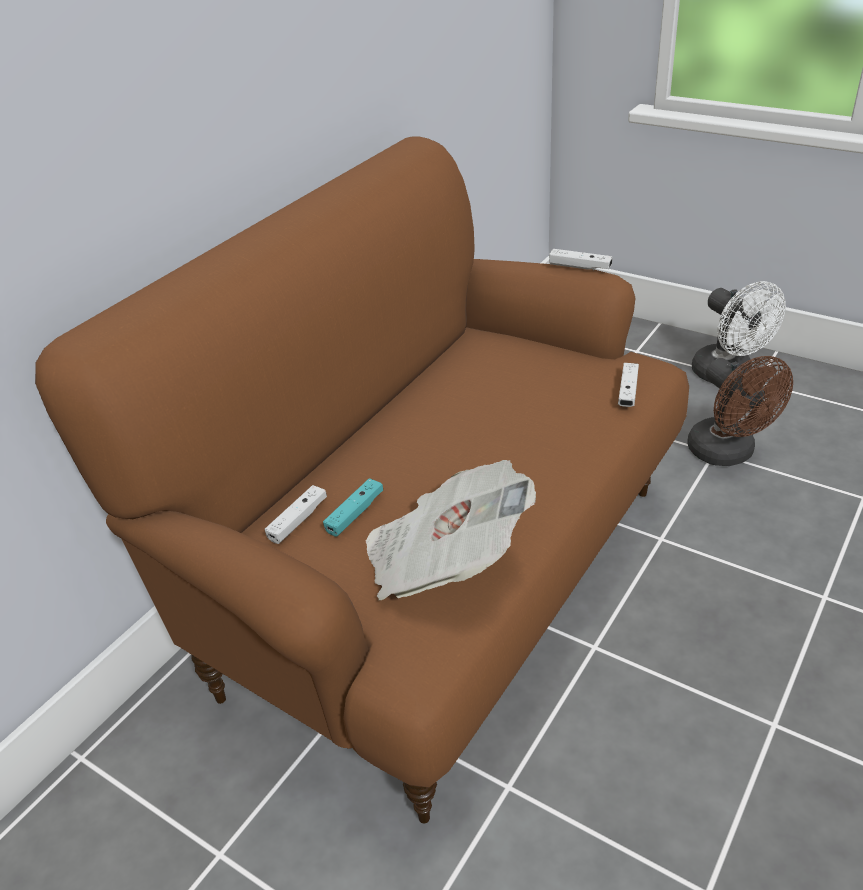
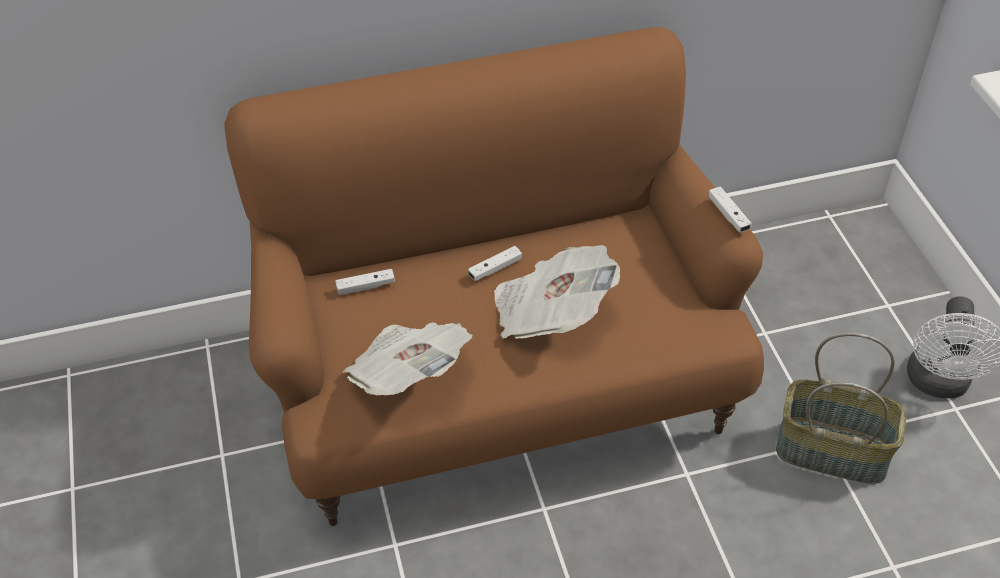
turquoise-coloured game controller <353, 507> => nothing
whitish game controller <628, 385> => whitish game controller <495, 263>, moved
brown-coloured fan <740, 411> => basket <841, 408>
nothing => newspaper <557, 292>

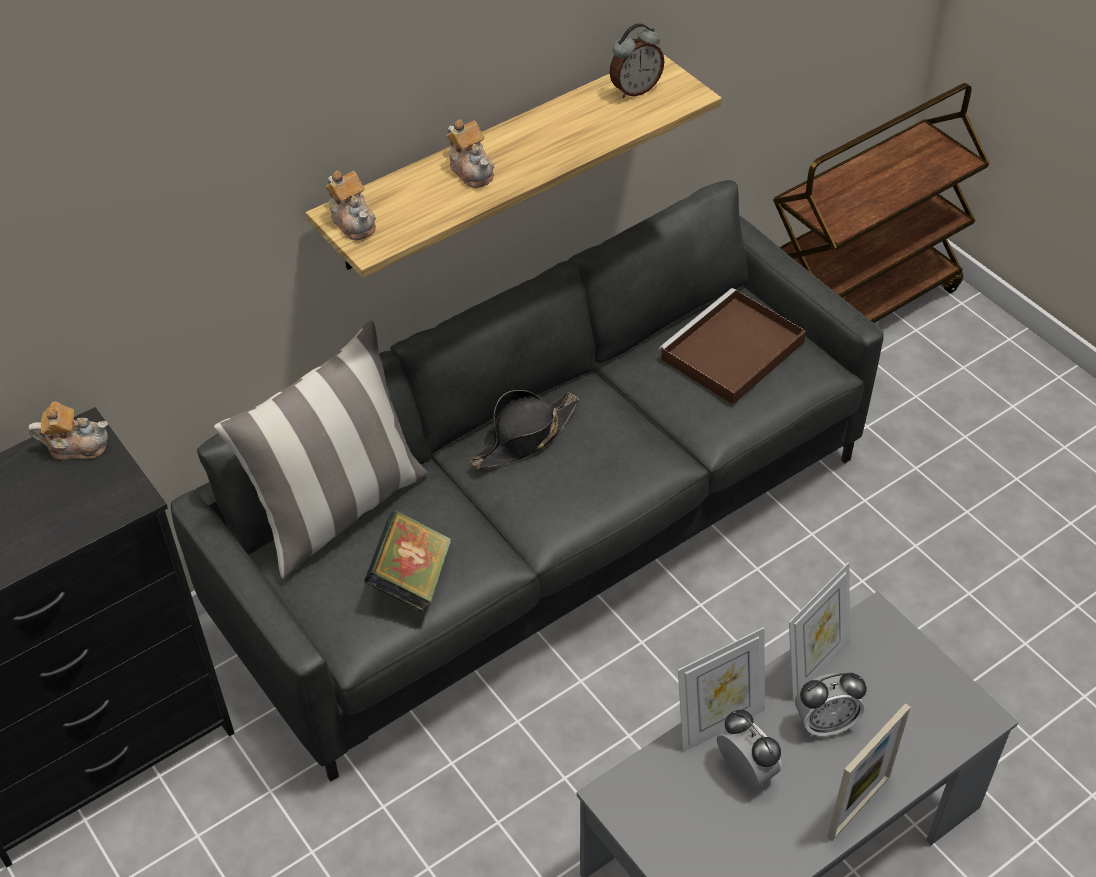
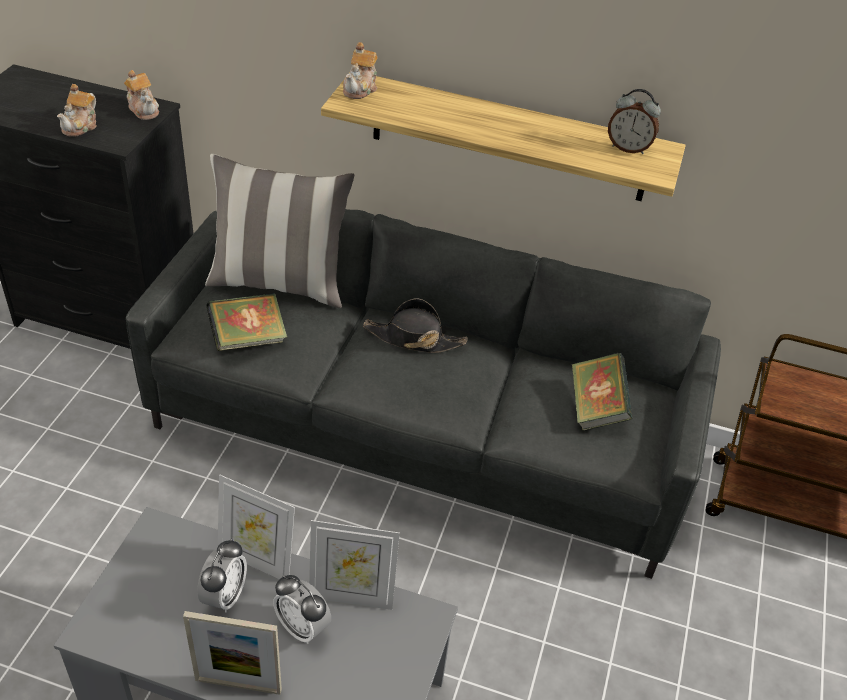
tea pot <470, 153> => tea pot <77, 110>, moved
brown-coloured carrying tray <732, 346> => bound book <602, 392>

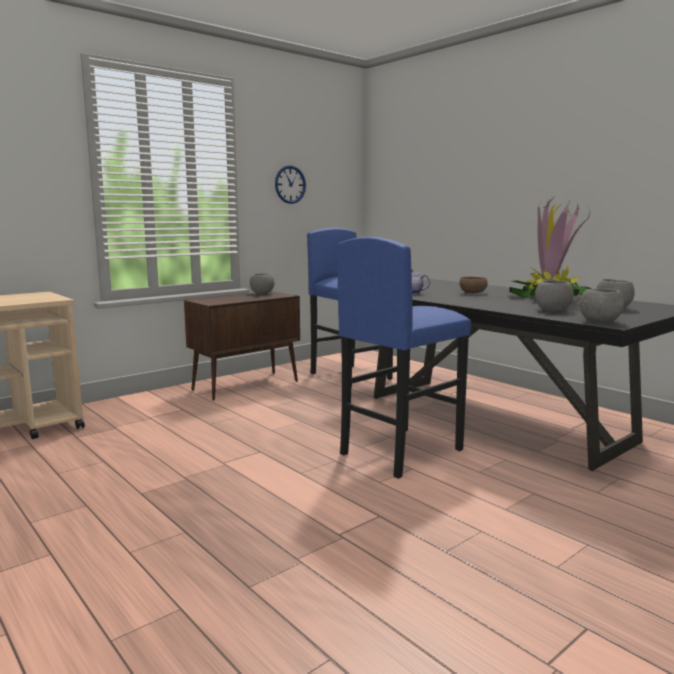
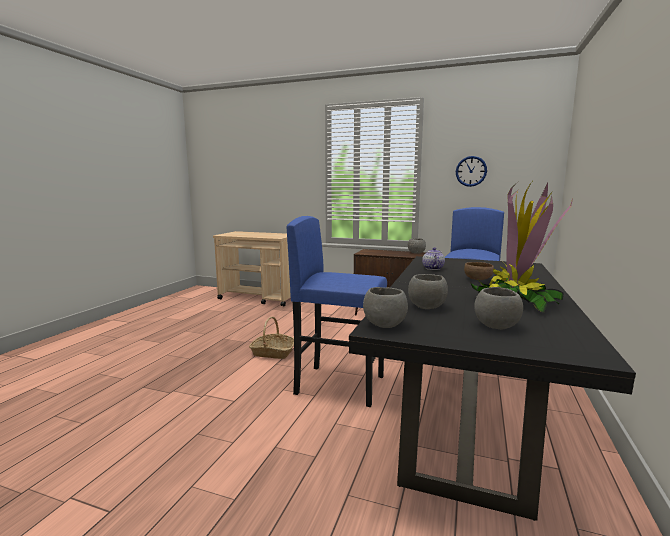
nothing => basket <271, 338>

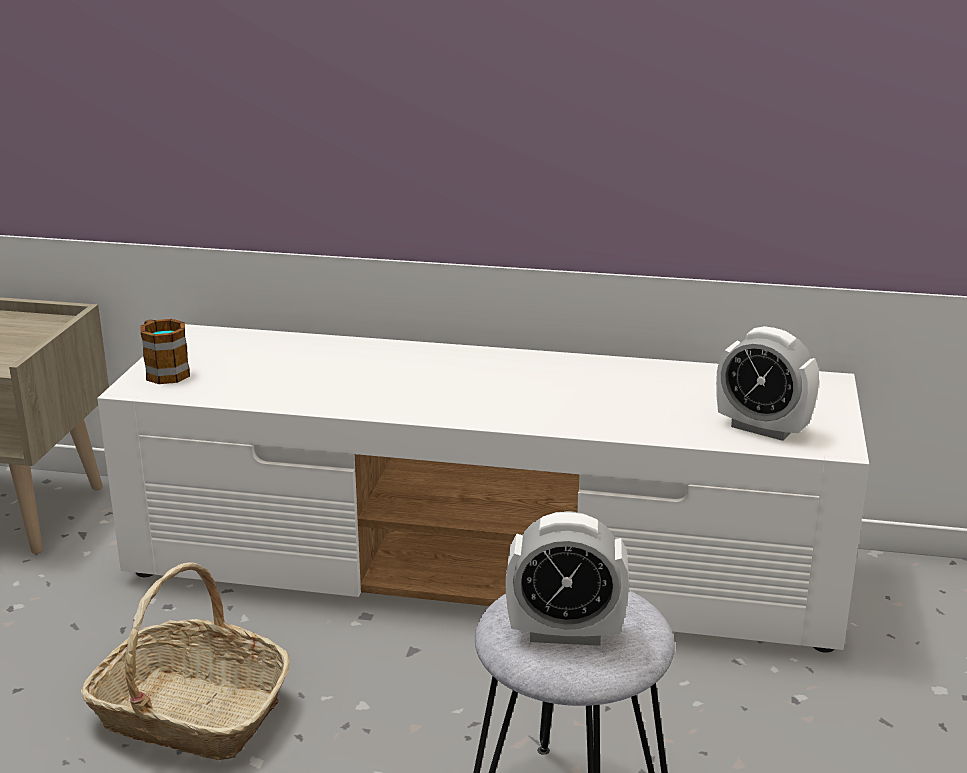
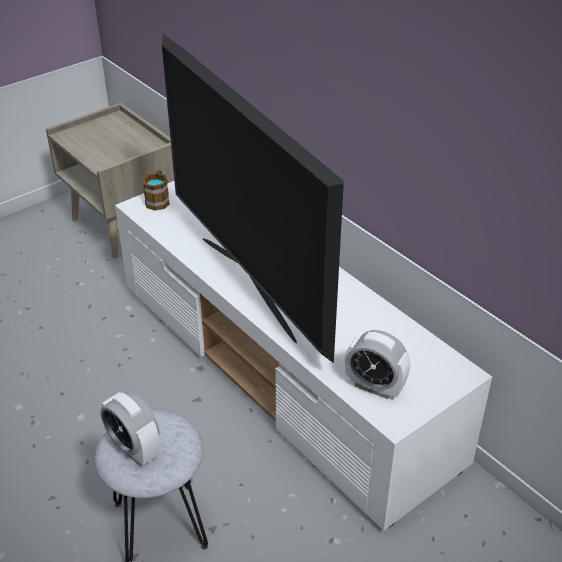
basket <185, 661> => nothing
alarm clock <767, 383> => alarm clock <377, 364>, 45 degrees counterclockwise
nothing => television <253, 198>

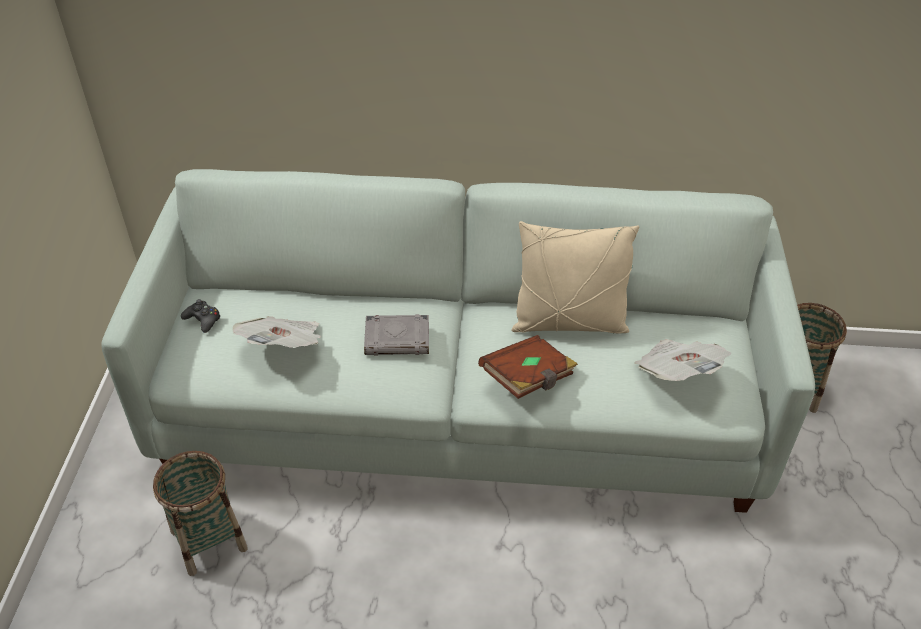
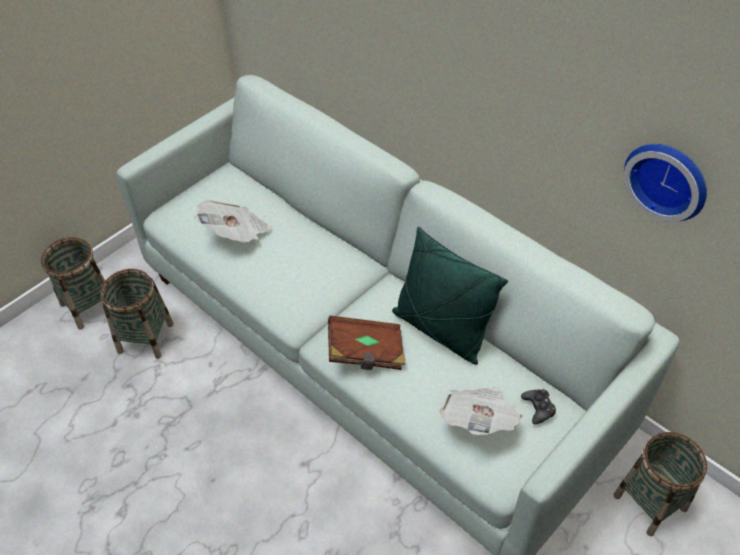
black game controller <200, 316> => black game controller <538, 407>, moved
greyish bound book <396, 335> => nothing
beige-coloured cushion <575, 277> => greenish cushion <450, 296>
nothing => basket <73, 283>
nothing => hanging clock <665, 183>

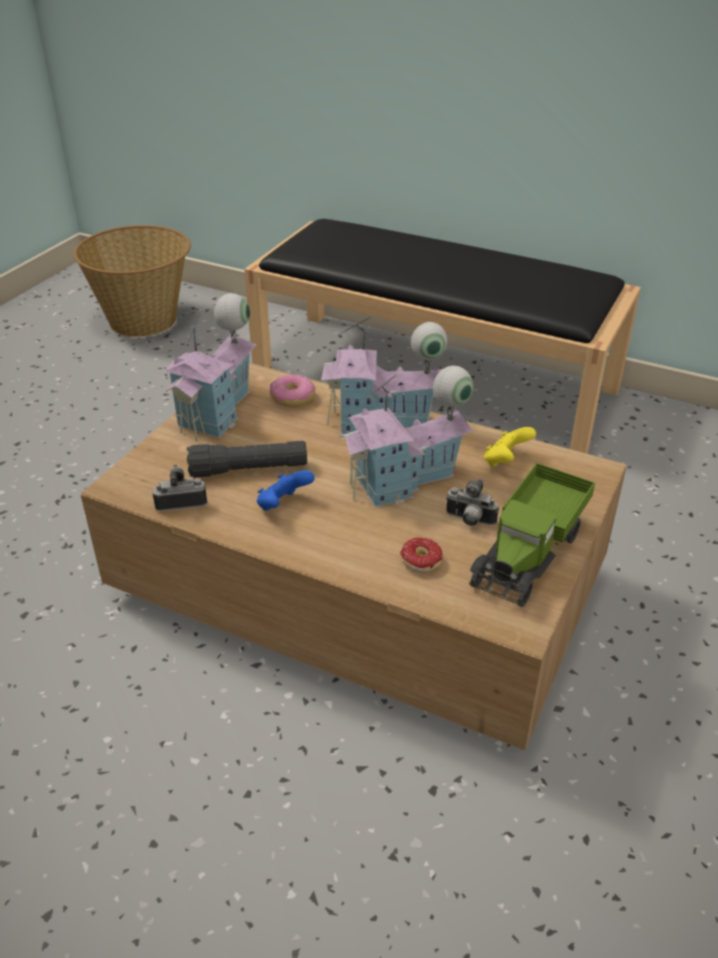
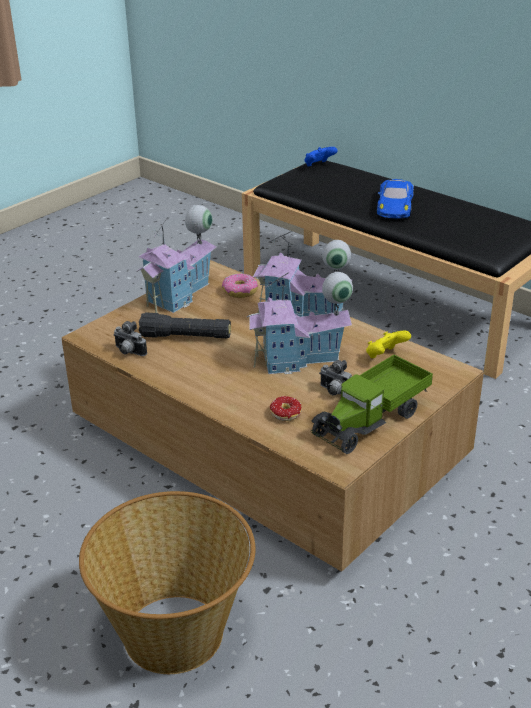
basket <132, 281> => basket <167, 582>, moved
photo camera <179, 487> => photo camera <130, 338>, 150 degrees counterclockwise
blue game controller <286, 490> => blue game controller <320, 157>, moved
nothing => blue model car <395, 199>

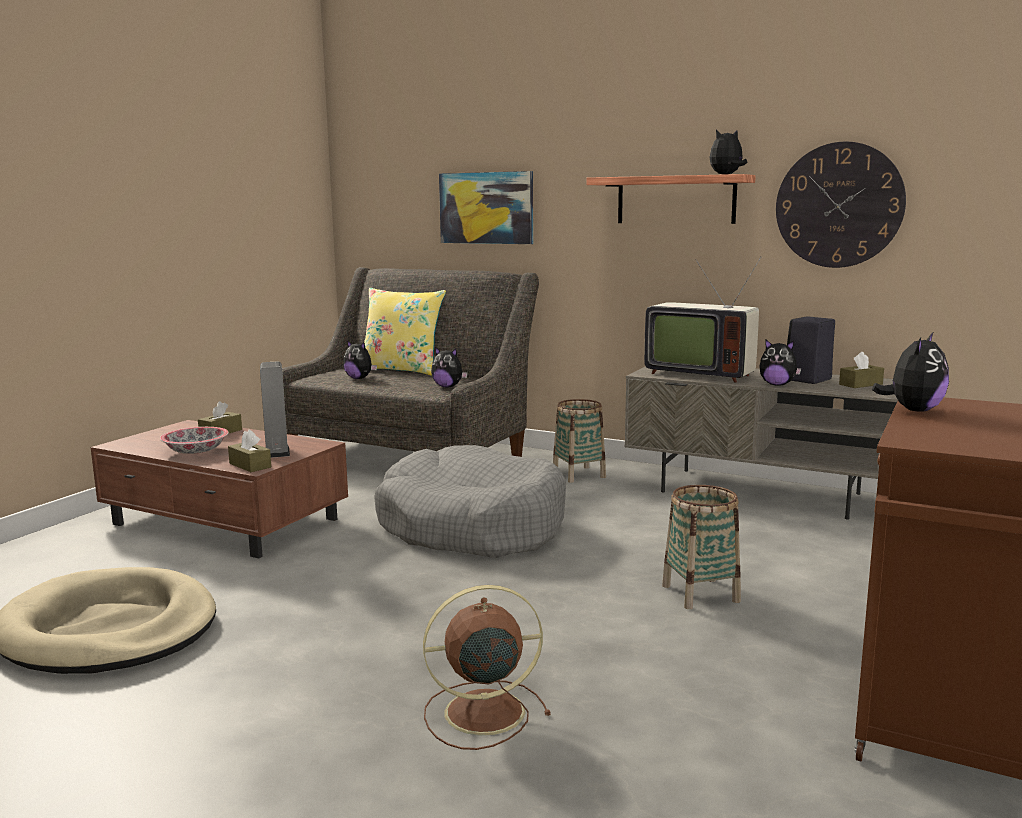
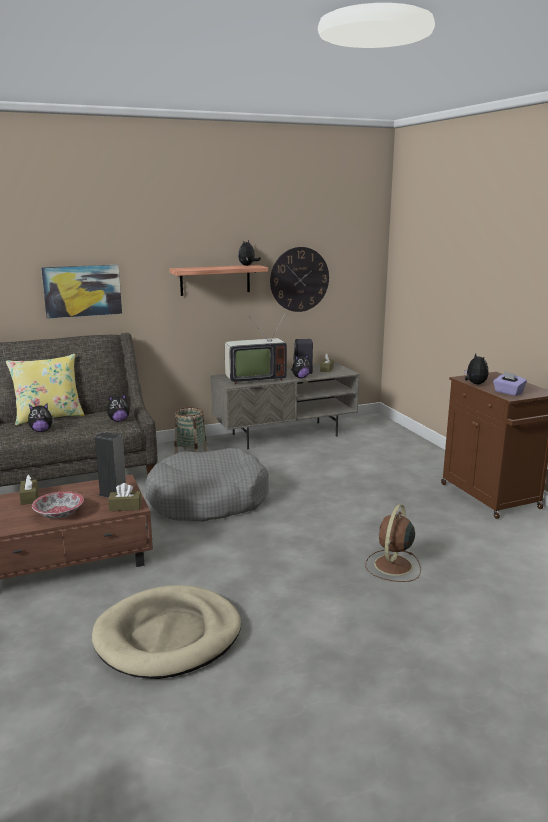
basket <701, 547> => nothing
nothing => purple tissue holder <510, 383>

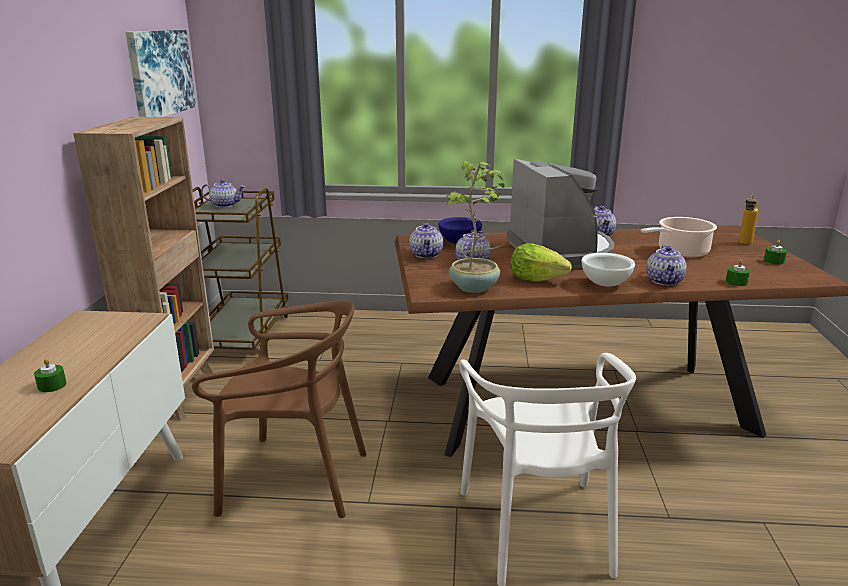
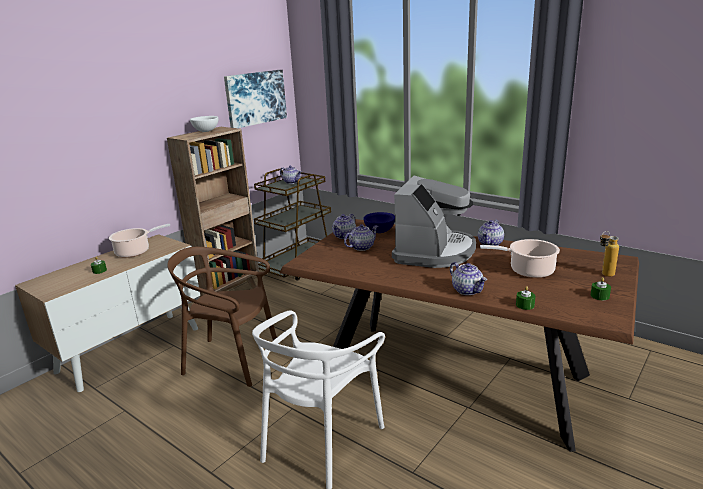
brown-coloured upright chair <279, 409> => brown-coloured upright chair <222, 317>, 150 degrees clockwise
plant in a pot <476, 227> => nothing
lettuce <541, 262> => nothing
whitish deep dish <608, 270> => whitish deep dish <204, 124>, moved
tea pot <666, 265> => tea pot <468, 278>, 75 degrees counterclockwise
nothing => saucepot <139, 241>

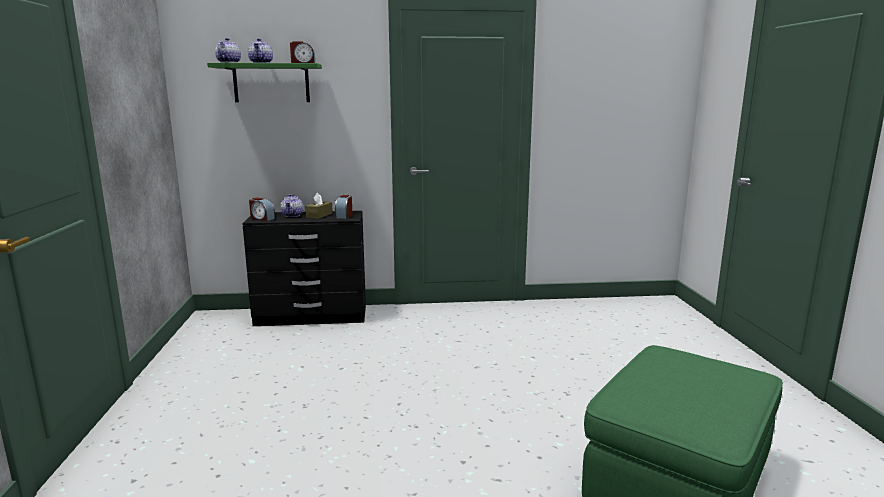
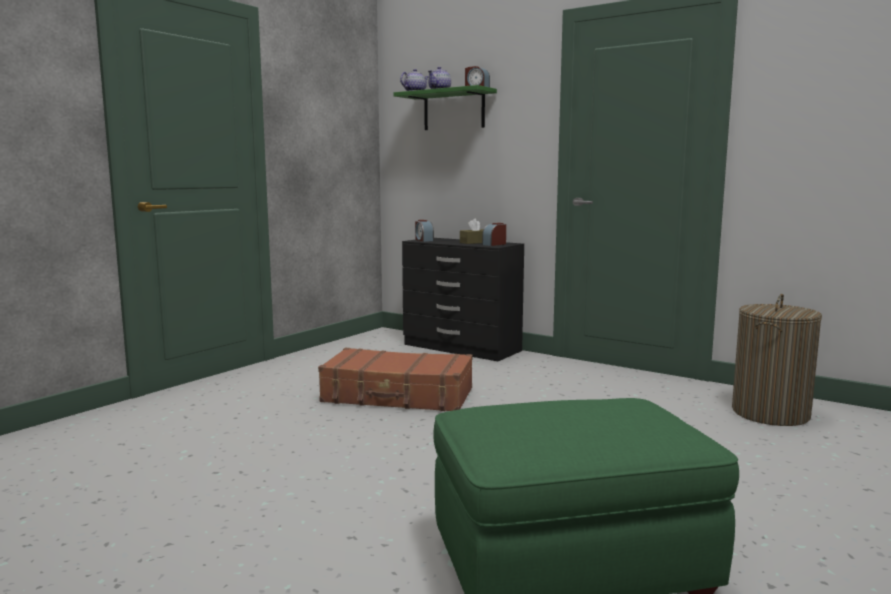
tea pot <291, 205> => nothing
nothing => brown-coloured travel case <395, 379>
nothing => laundry basket <777, 360>

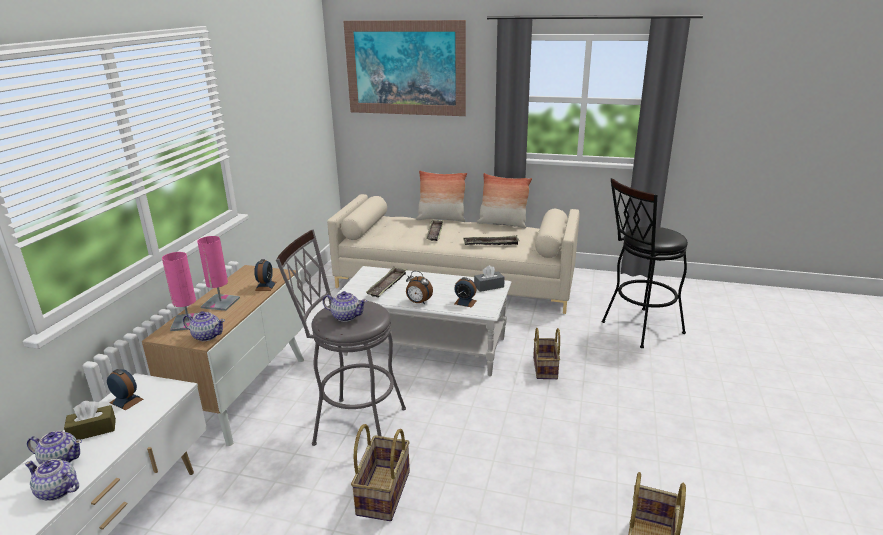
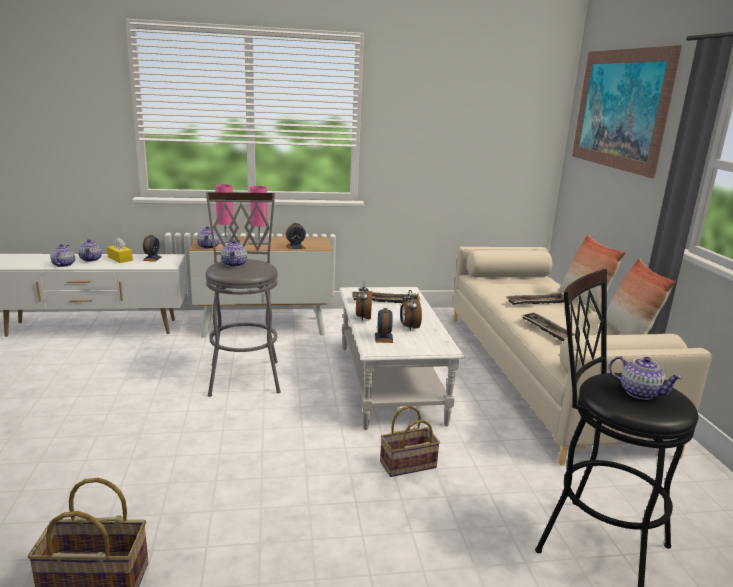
brown-coloured tissue holder <90, 420> => yellow tissue holder <120, 250>
basket <380, 472> => nothing
greyish tissue holder <489, 278> => nothing
nothing => alarm clock <411, 310>
nothing => tea pot <646, 378>

